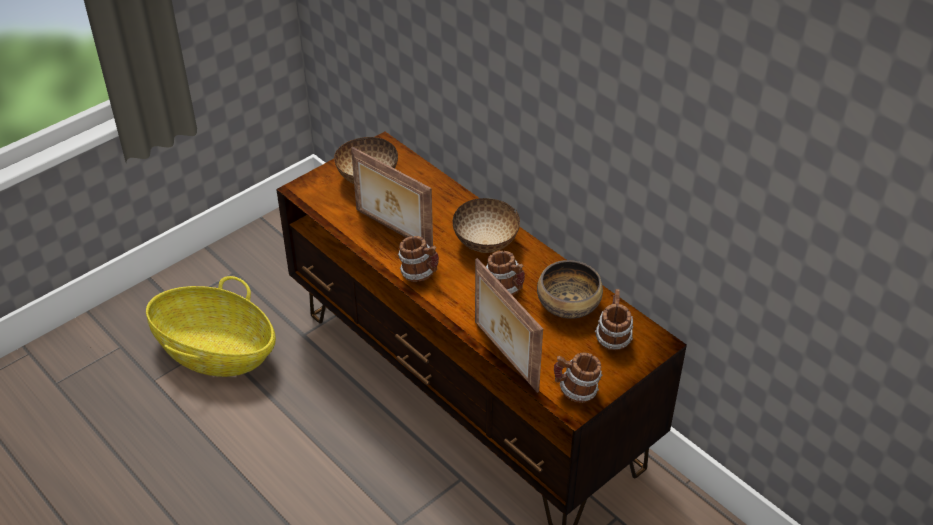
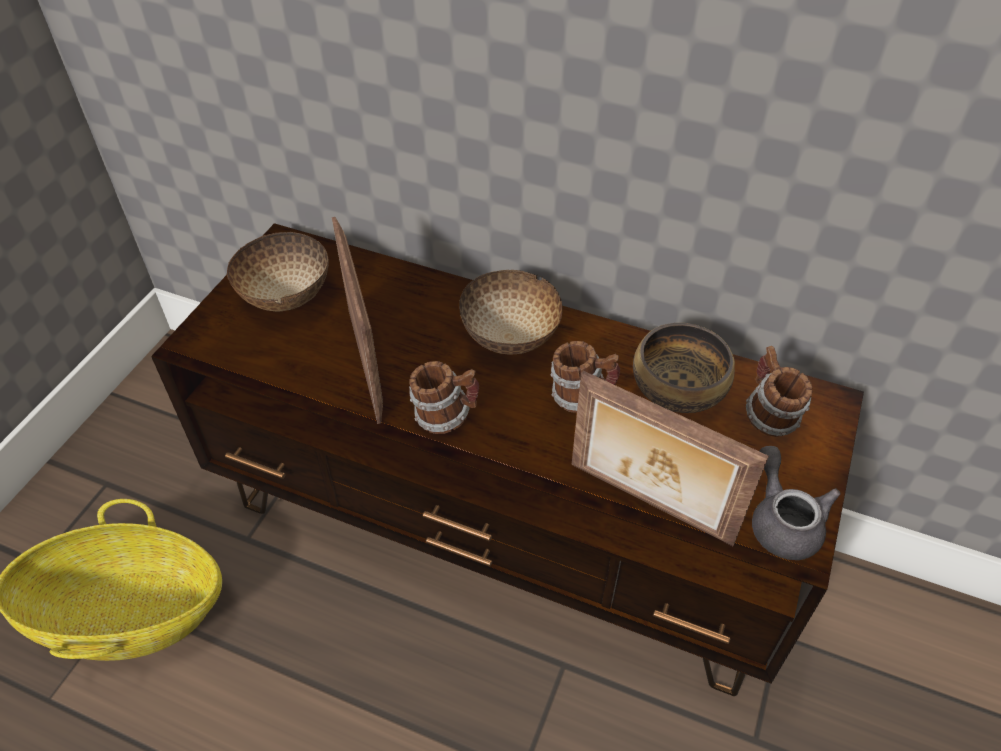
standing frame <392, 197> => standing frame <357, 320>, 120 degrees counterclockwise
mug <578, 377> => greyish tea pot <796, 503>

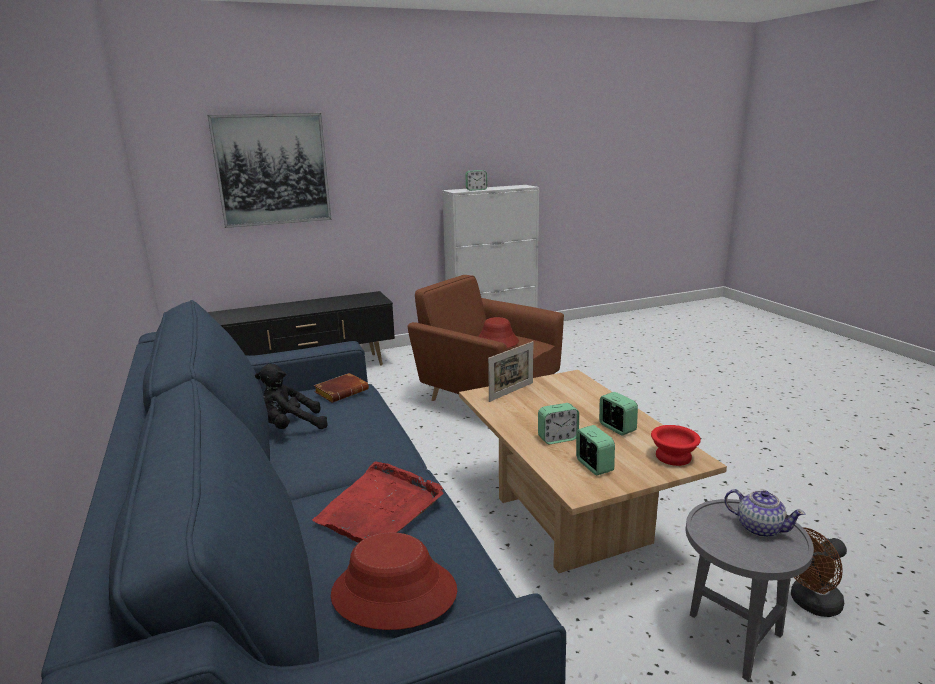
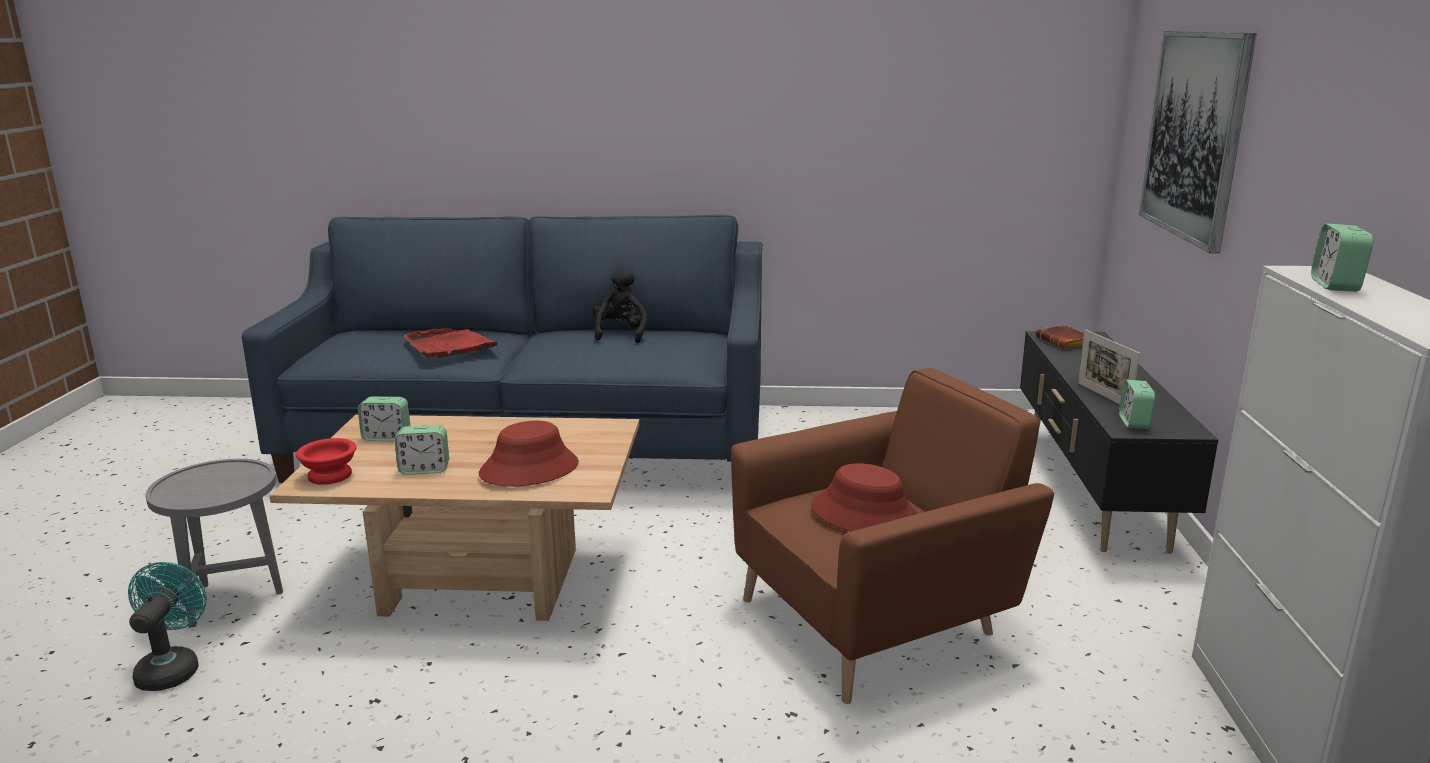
brown-coloured bound book <341, 388> => brown-coloured bound book <1060, 337>, moved
red-coloured clothing hat <394, 581> => red-coloured clothing hat <529, 453>, moved
standing frame <510, 371> => standing frame <1109, 366>, moved
alarm clock <558, 423> => alarm clock <1137, 404>, moved
tea pot <764, 513> => nothing
brown-coloured fan <819, 572> => turquoise-coloured fan <167, 626>

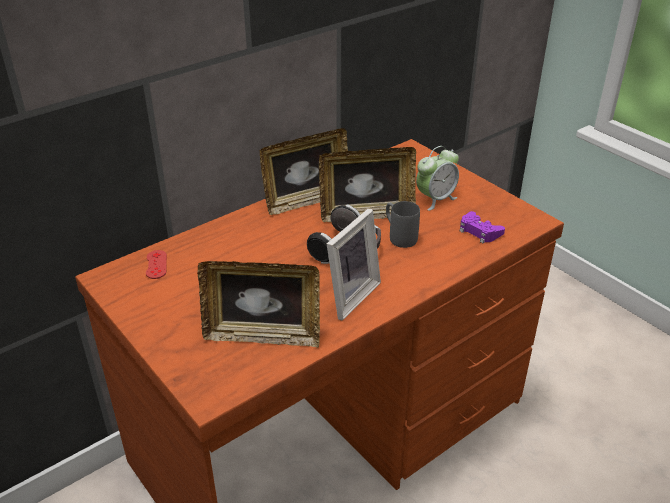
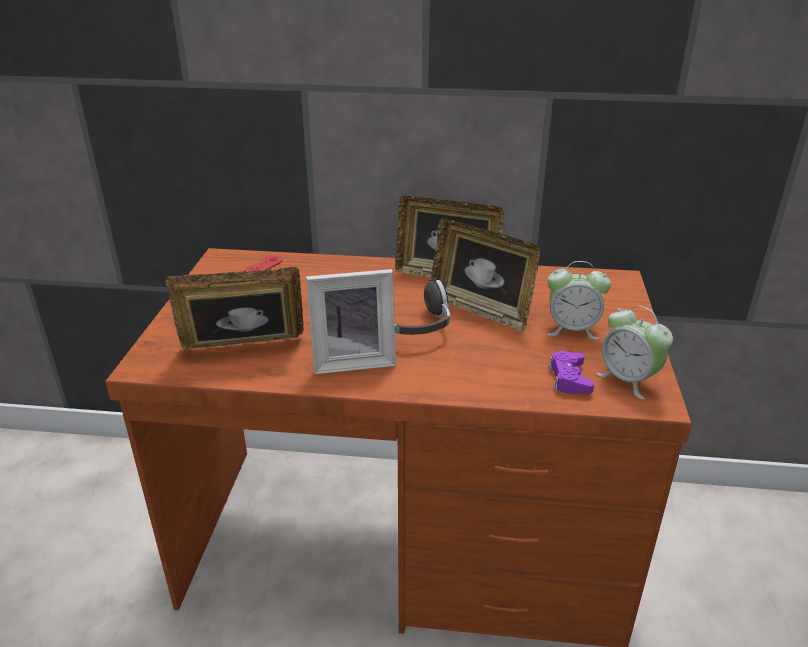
standing frame <258, 304> => standing frame <235, 308>, 120 degrees clockwise
greyish mug <403, 224> => nothing
nothing => alarm clock <634, 352>

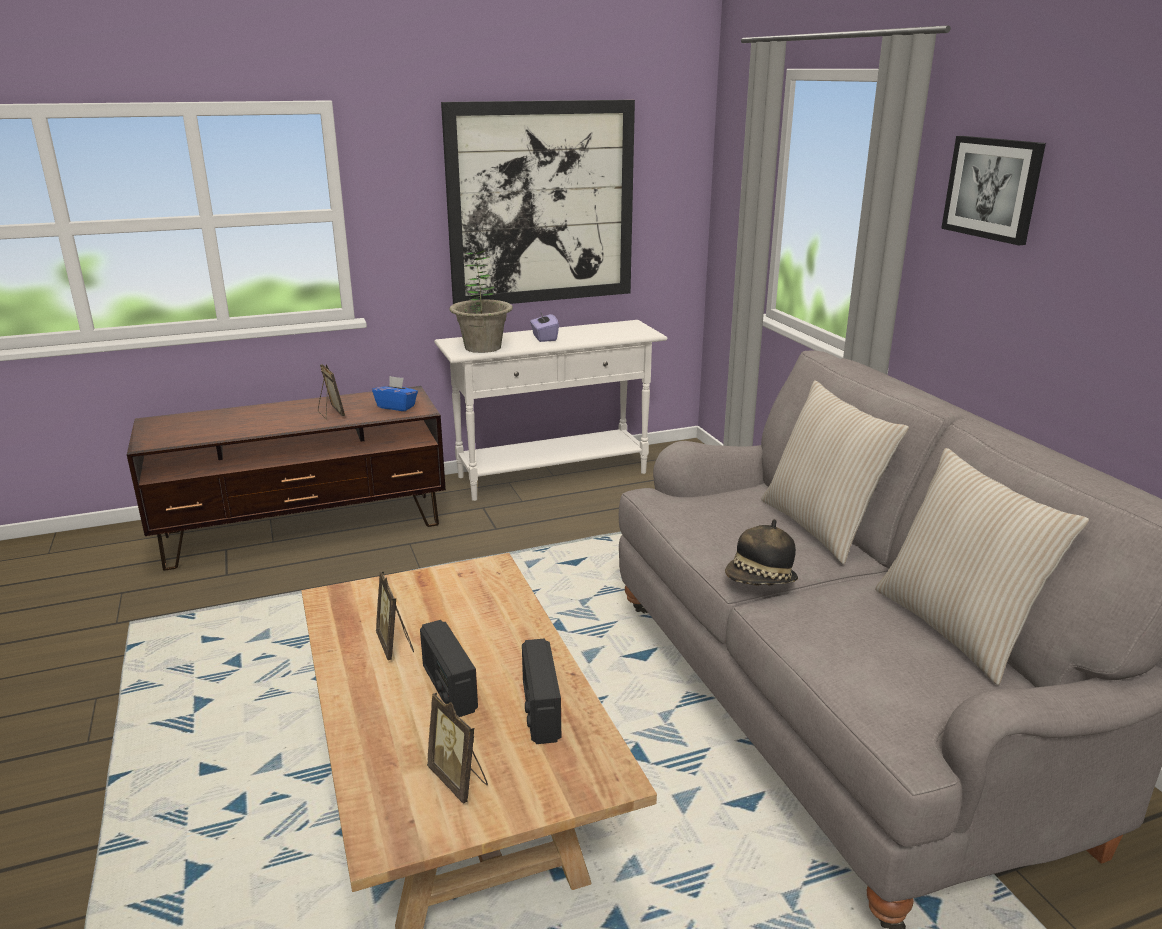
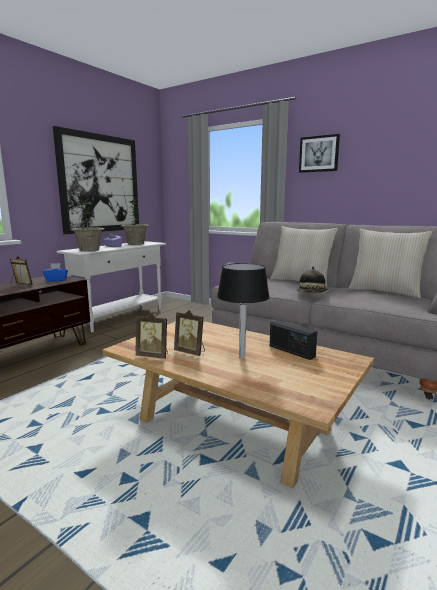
radio set <449, 668> => black lamp for a table <243, 310>
standing frame <457, 748> => standing frame <152, 336>, moved
nothing => plant in a pot <135, 222>

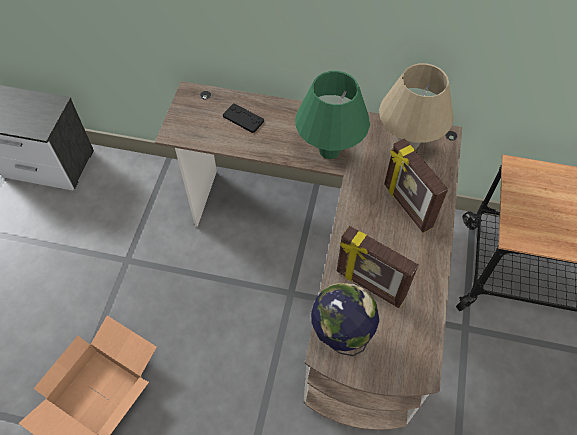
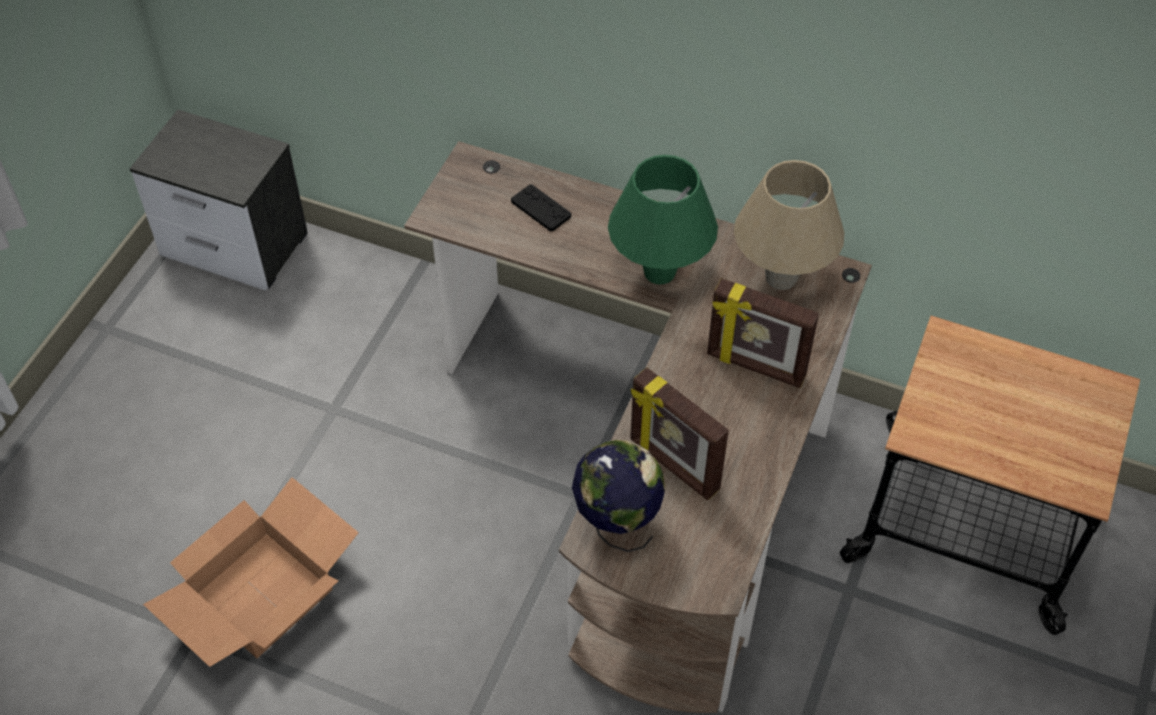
standing frame <416, 185> => standing frame <763, 333>, 45 degrees counterclockwise

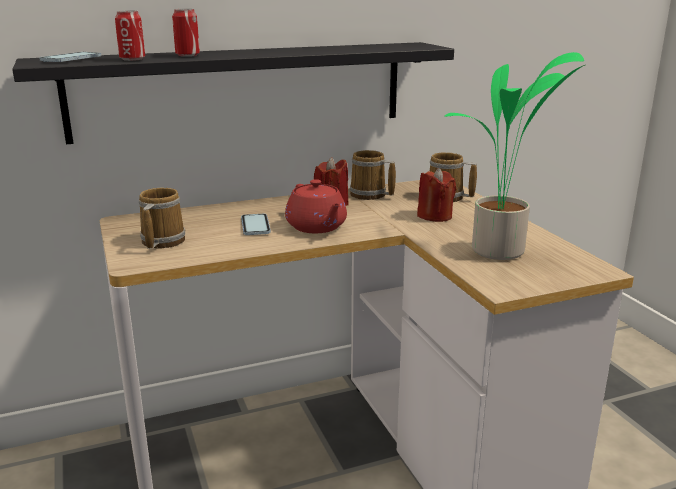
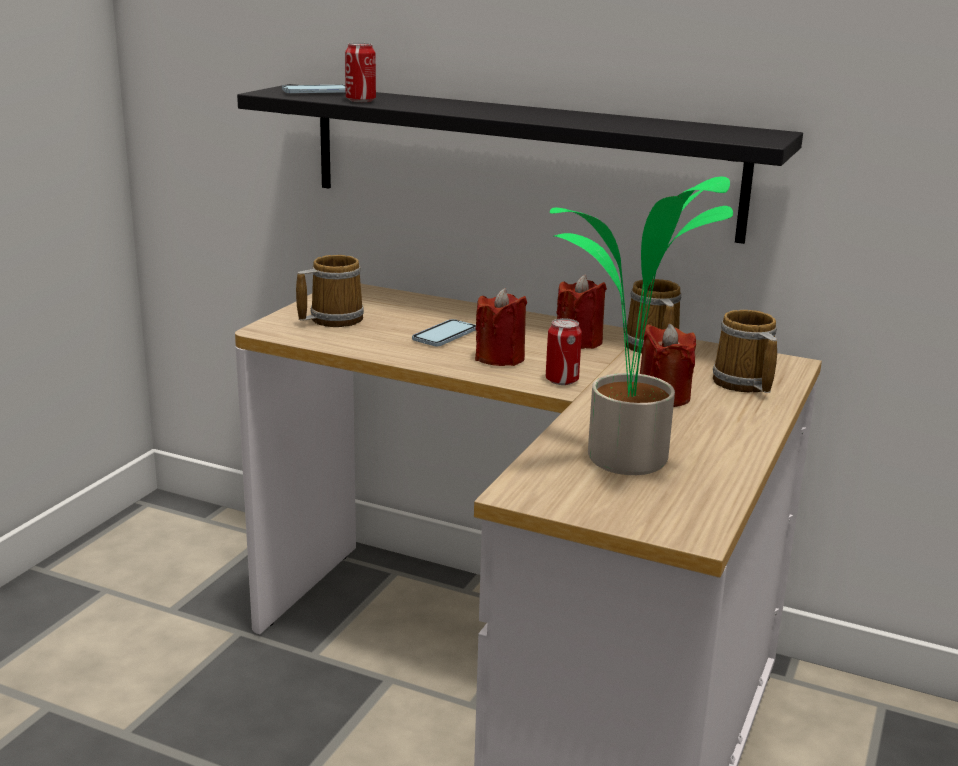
sealed can <186, 33> => sealed can <564, 351>, moved
red-coloured tea pot <316, 206> => red-coloured candle <501, 327>

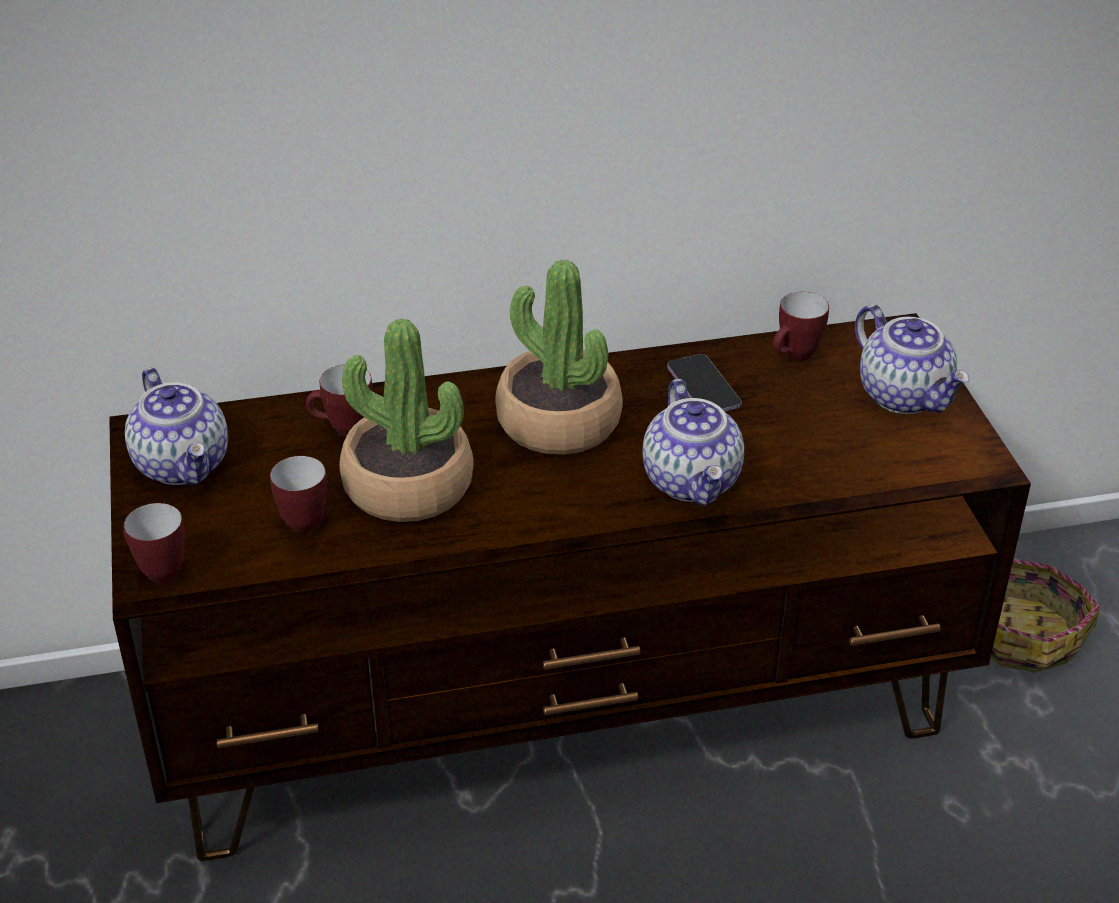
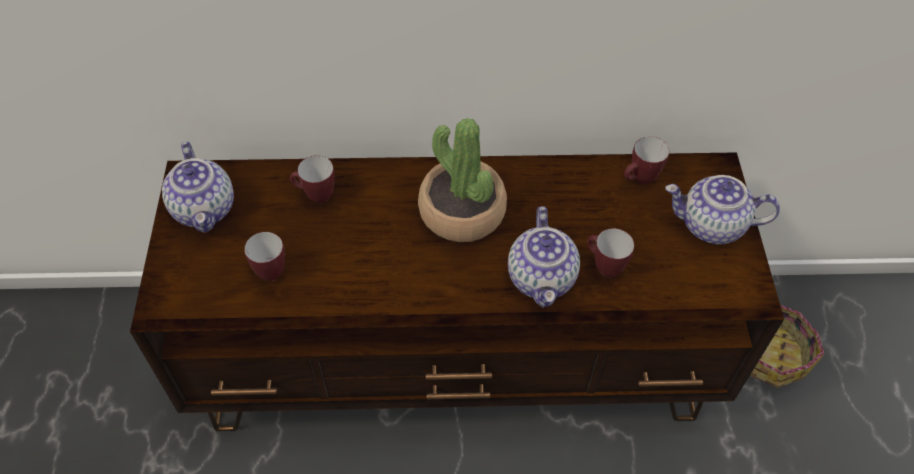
mug <154, 543> => mug <610, 252>, moved
plant in a pot <406, 420> => nothing
telephone <704, 383> => nothing
tea pot <912, 359> => tea pot <722, 209>, 120 degrees clockwise

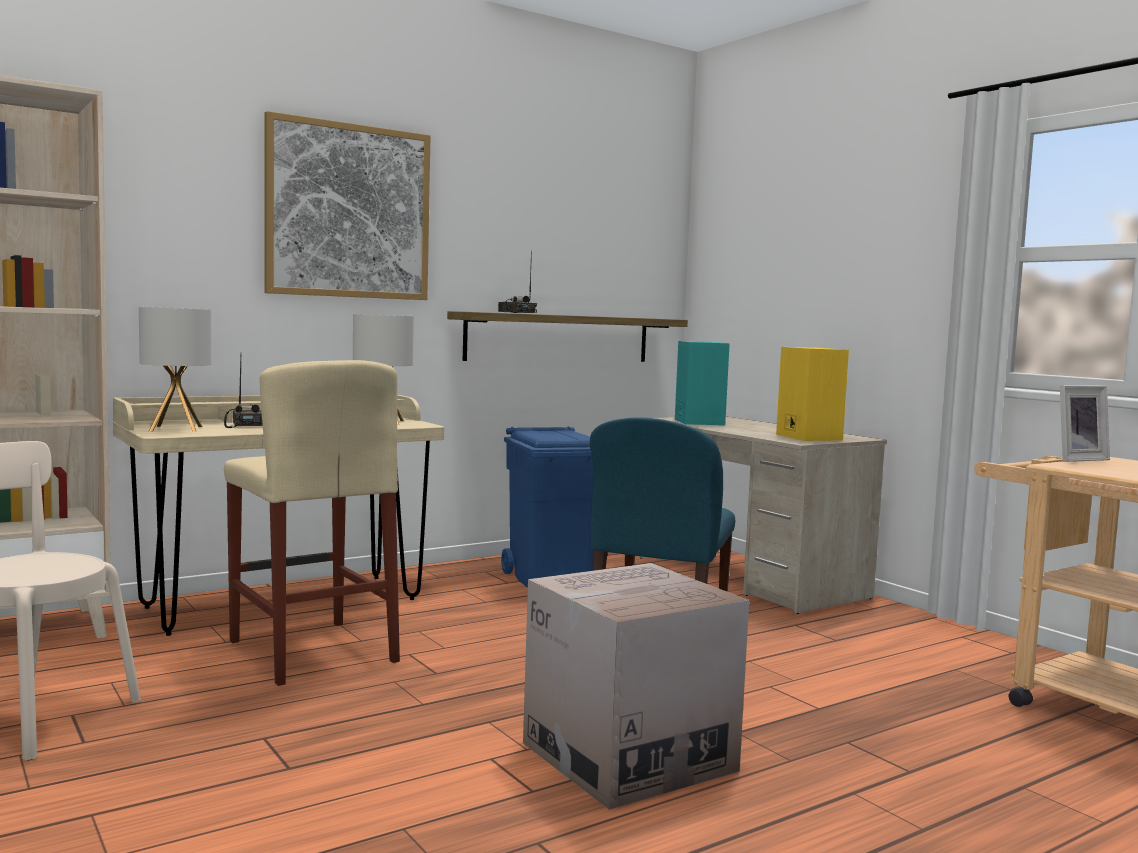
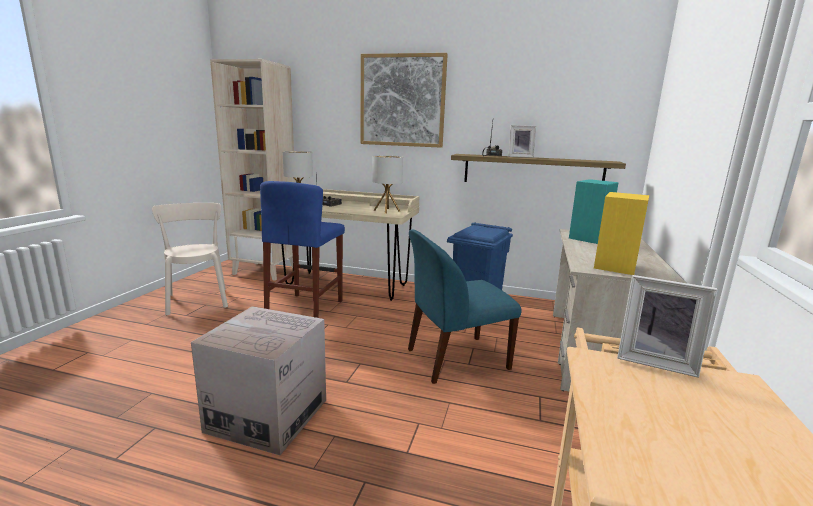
beige-coloured stool seat <312, 523> => blue stool seat <302, 249>
nothing => standing frame <522, 141>

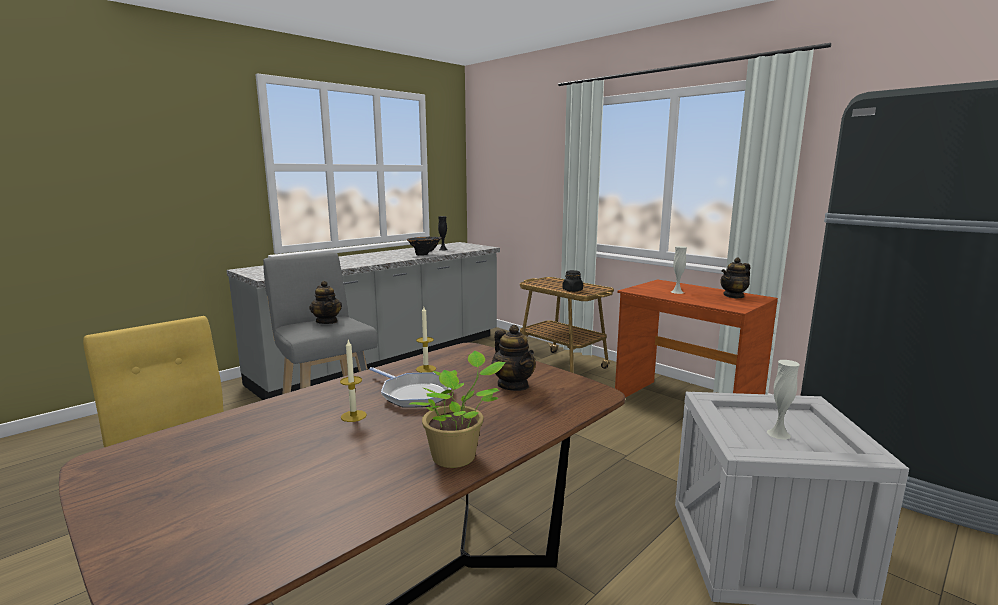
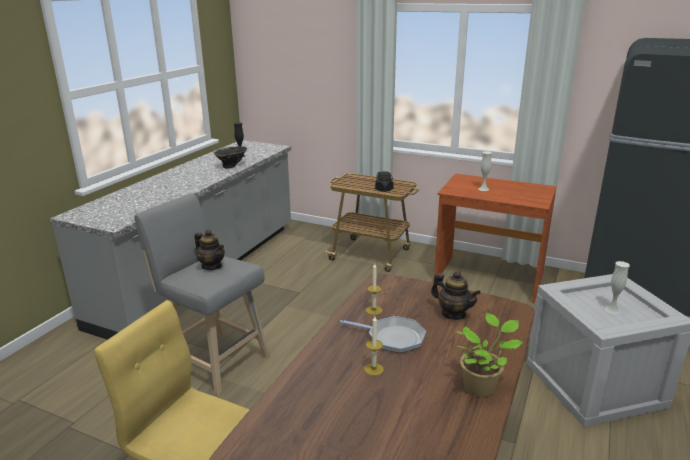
tea pot <735, 278> => nothing

